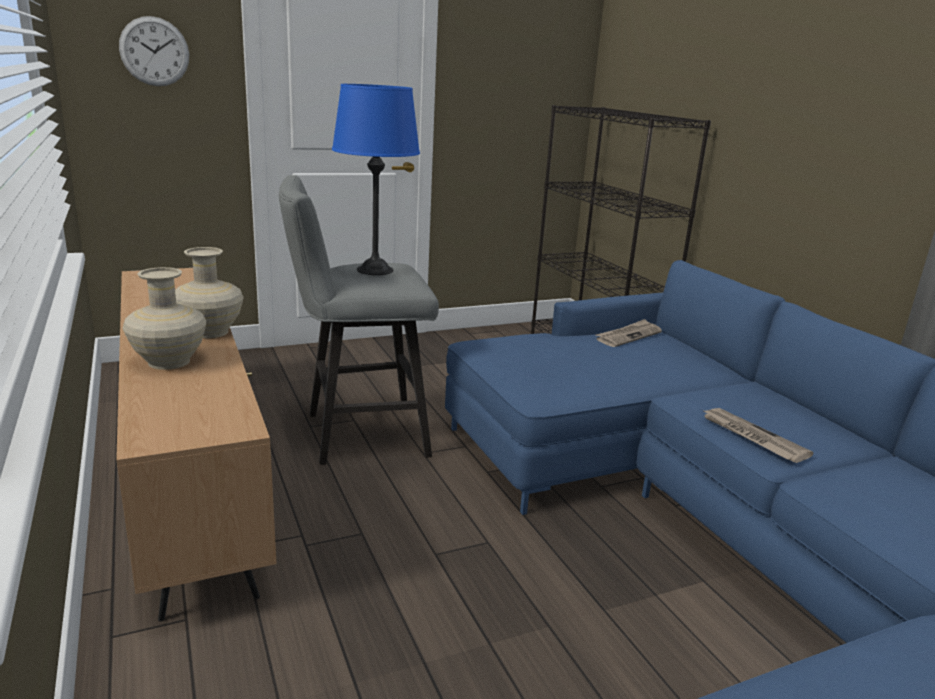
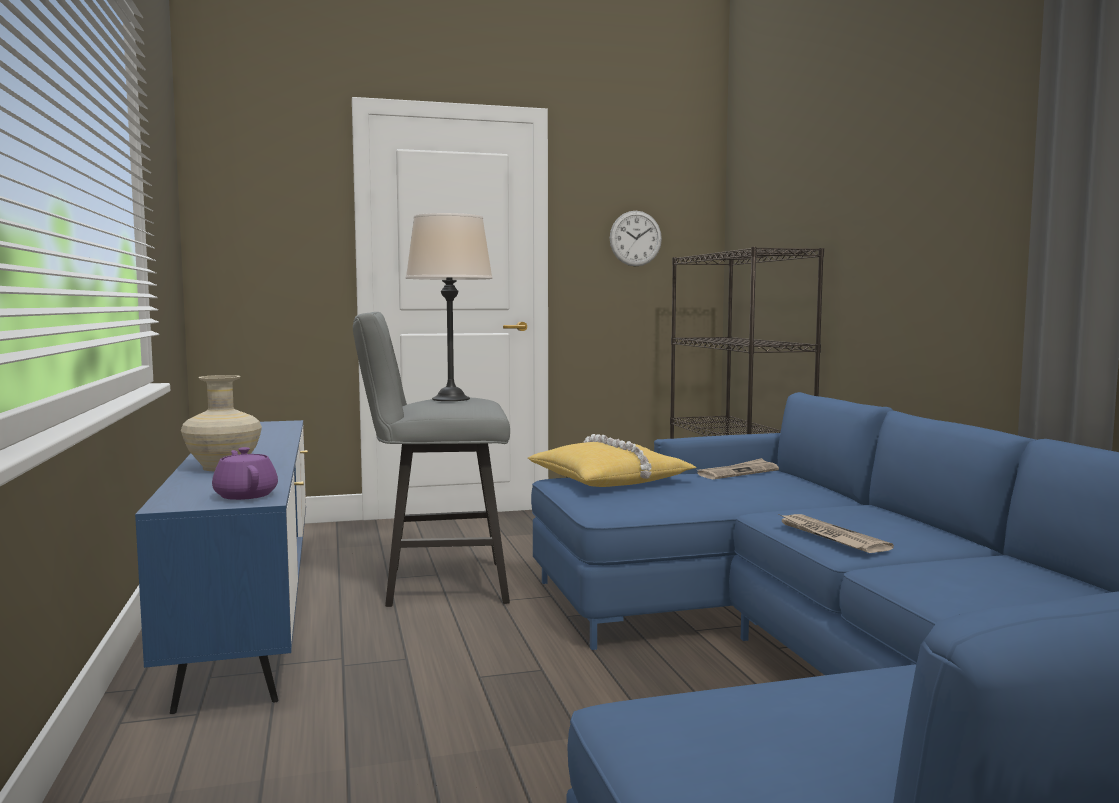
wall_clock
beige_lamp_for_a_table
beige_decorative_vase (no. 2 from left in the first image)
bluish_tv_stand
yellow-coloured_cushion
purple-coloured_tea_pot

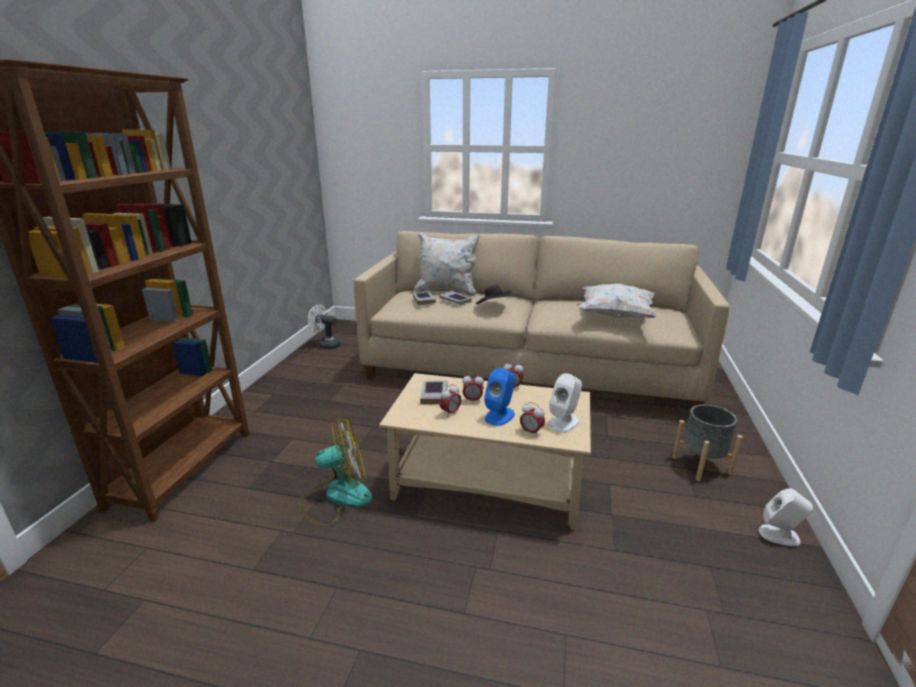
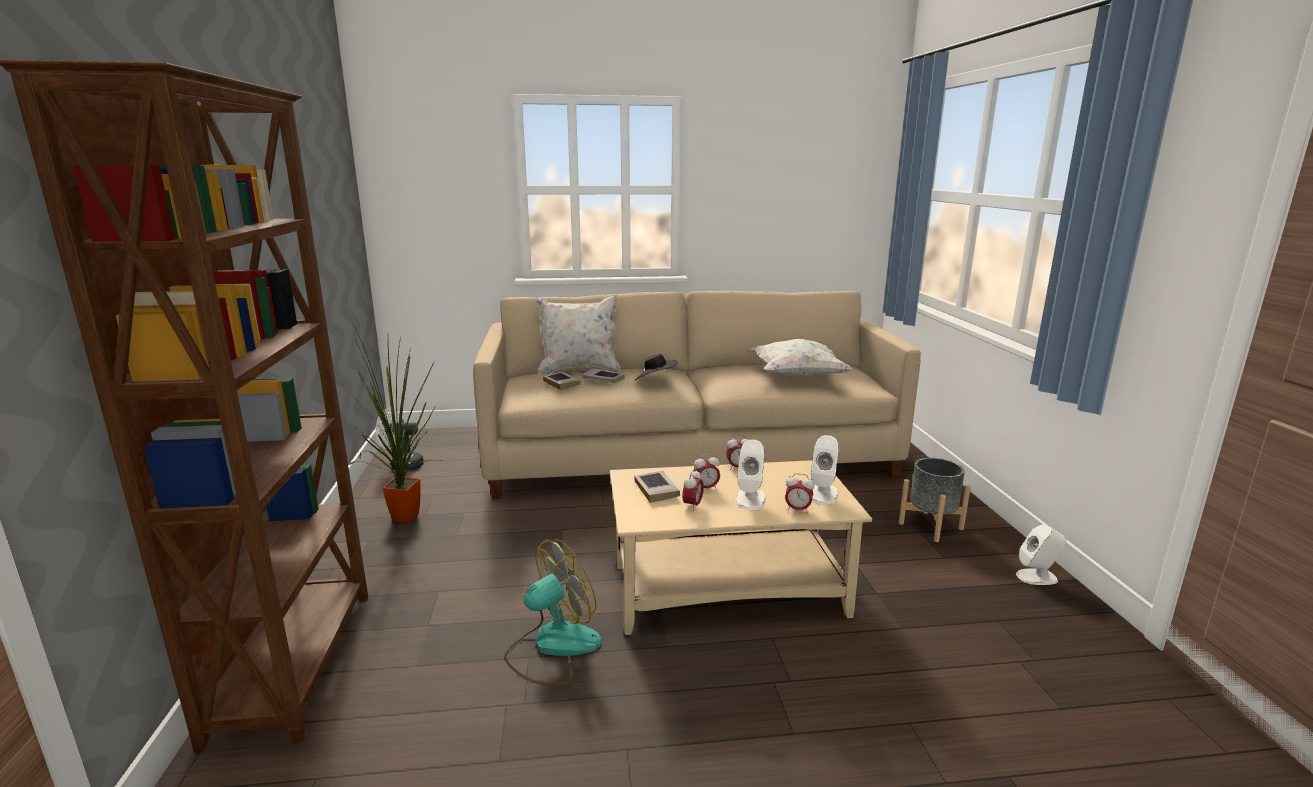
white_speaker (no. 1 from left)
potted_plant

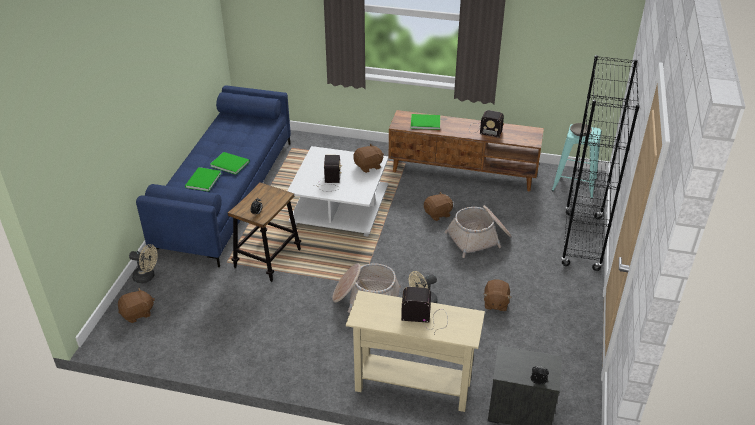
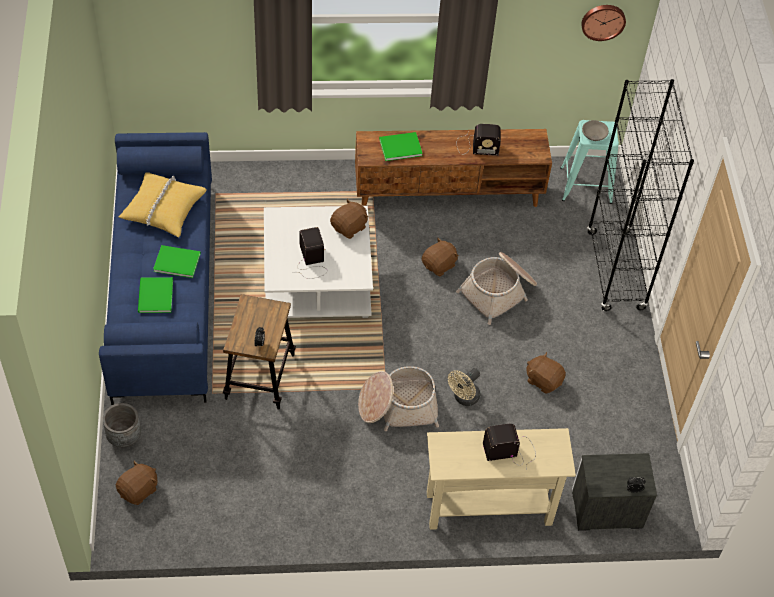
gray_planter
brown-coloured_soft_toy (no. 4 from left)
wall_clock
yellow-coloured_cushion

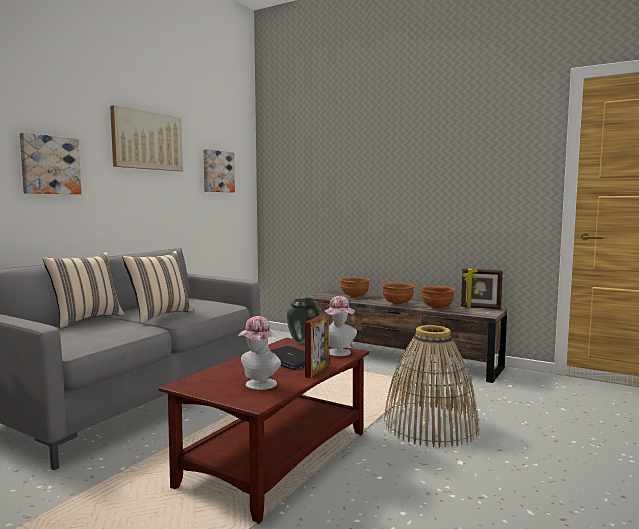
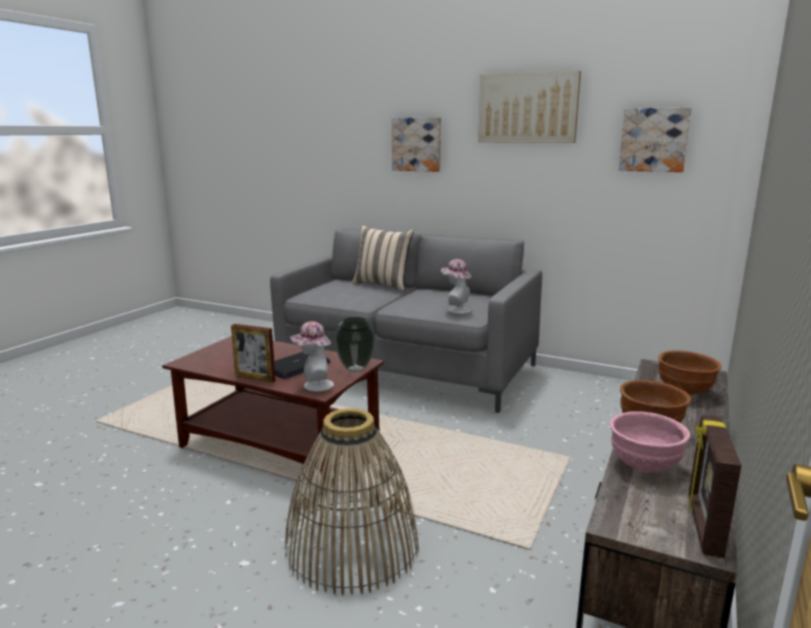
beige_cushion (no. 2 from left in the first image)
pink_bowl
clothing_hat (no. 2 from left)

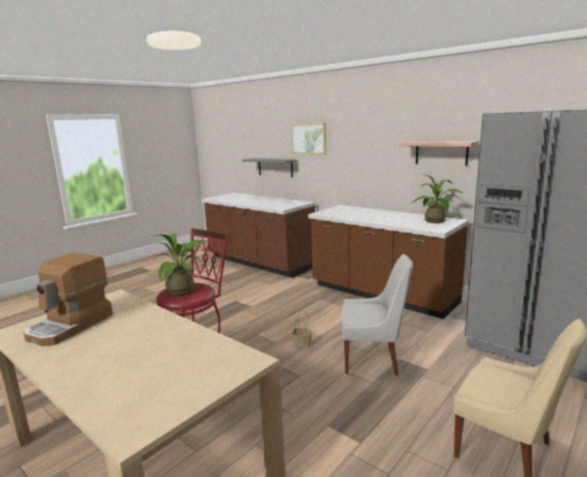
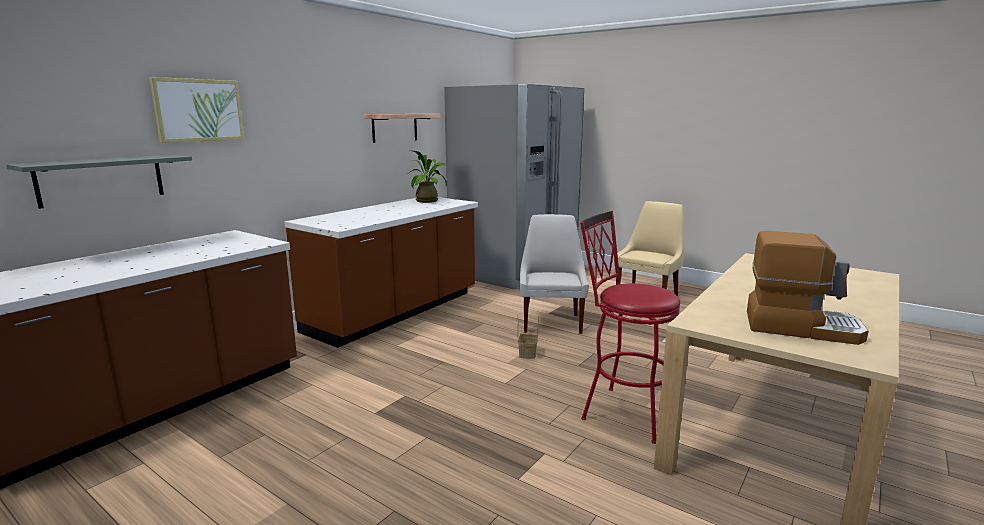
potted_plant (no. 1 from left in the first image)

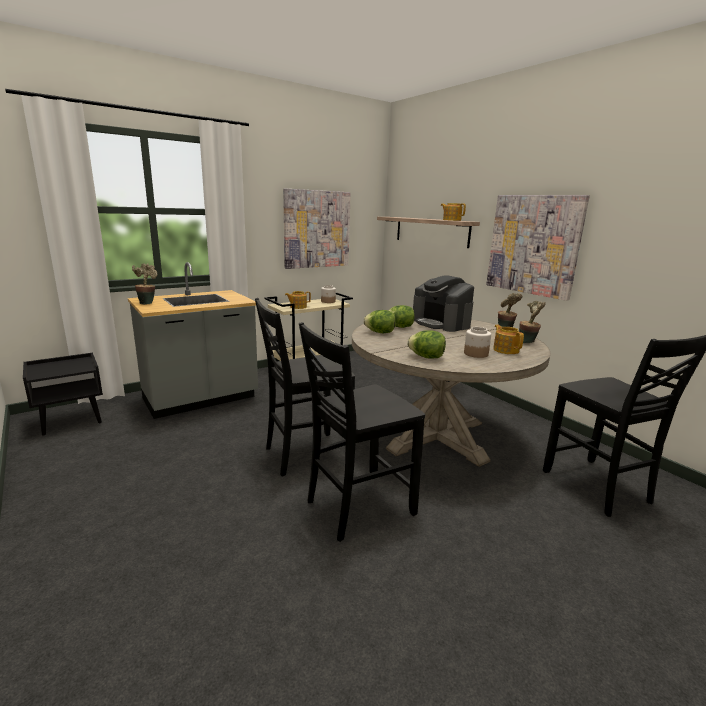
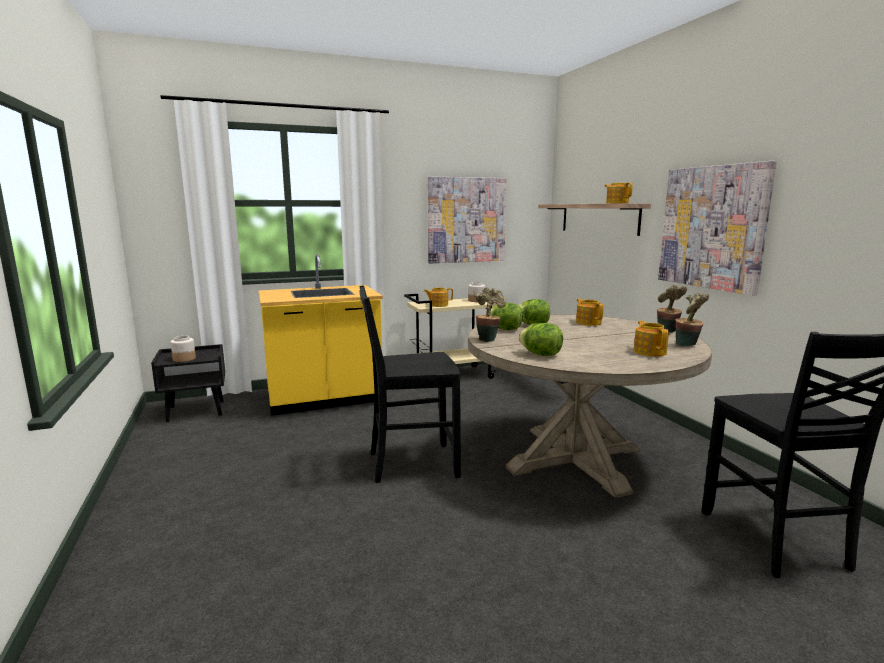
yellow-coloured_kitchen_base_unit
potted_plant (no. 1 from left)
tea_pot (no. 2 from left)
black_upright_chair (no. 2 from left in the first image)
preserve_jar (no. 1 from left)

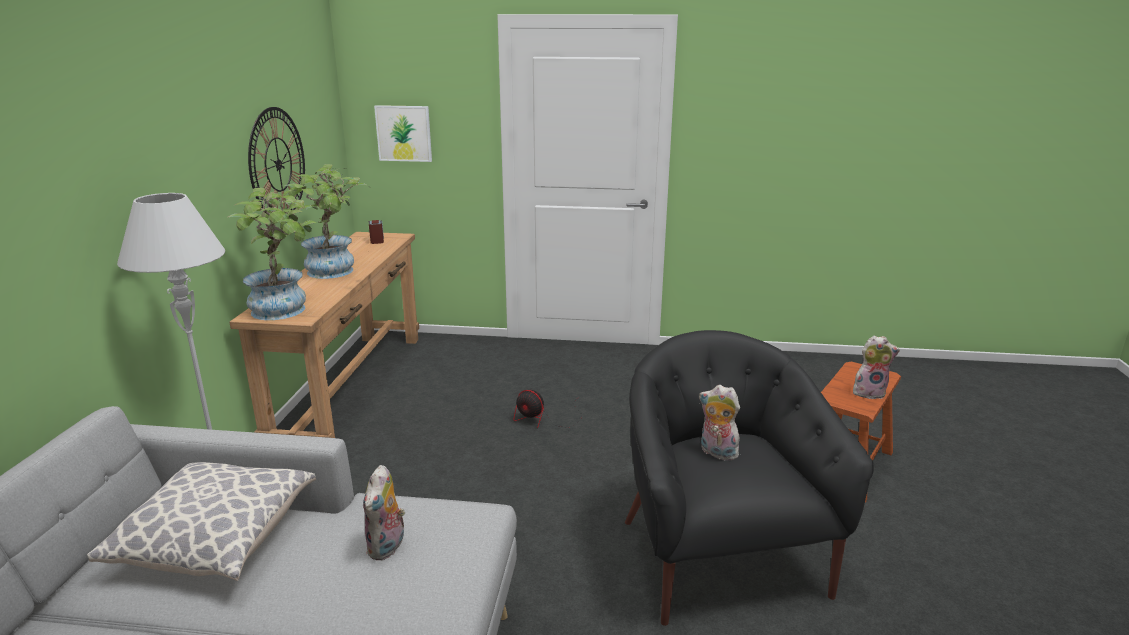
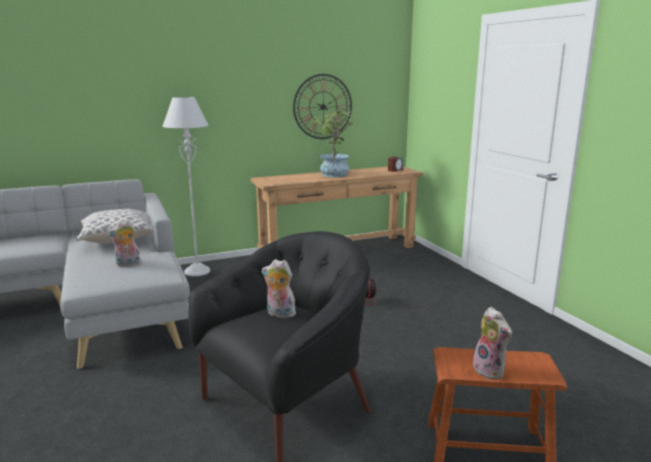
picture
potted_plant (no. 1 from left in the first image)
soft_toy (no. 2 from left)

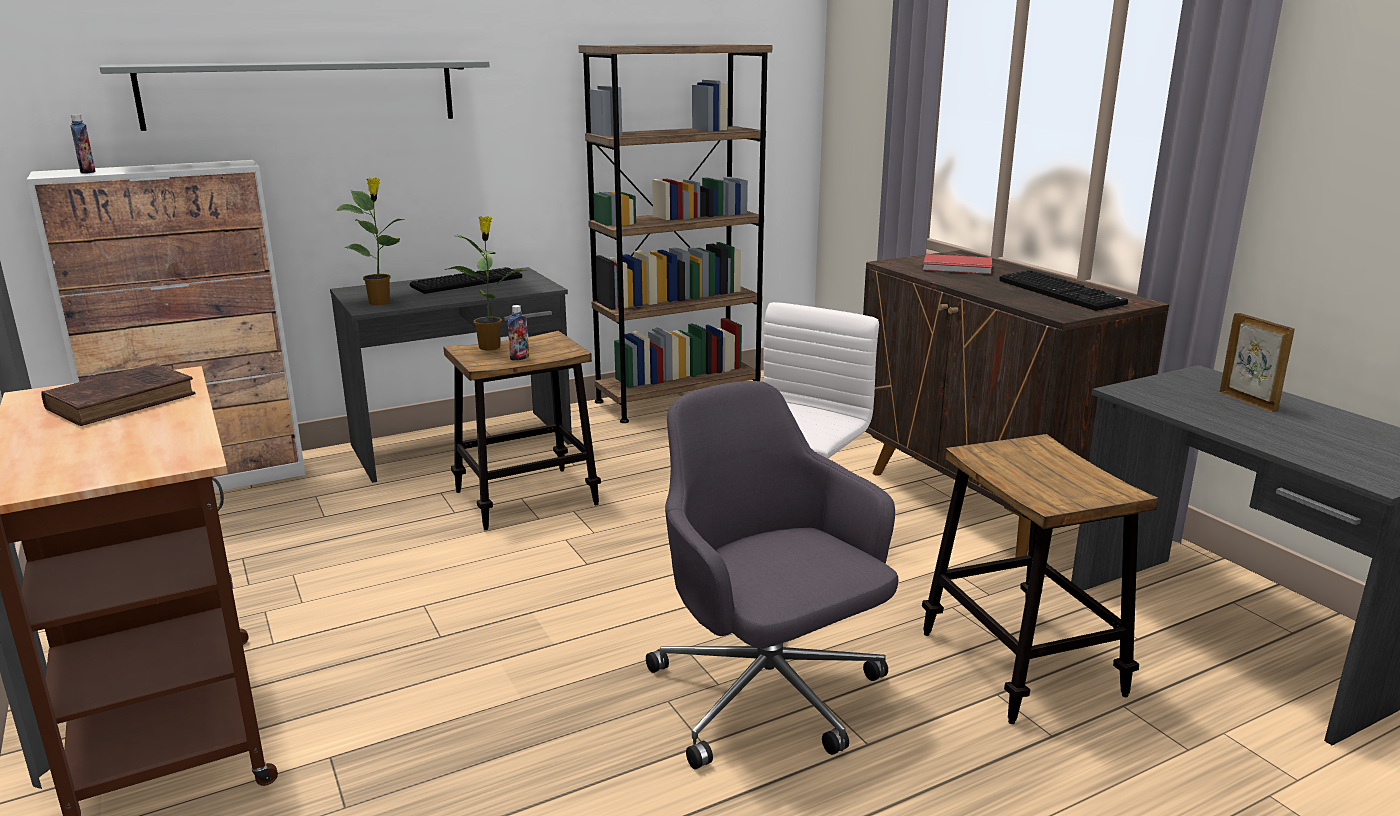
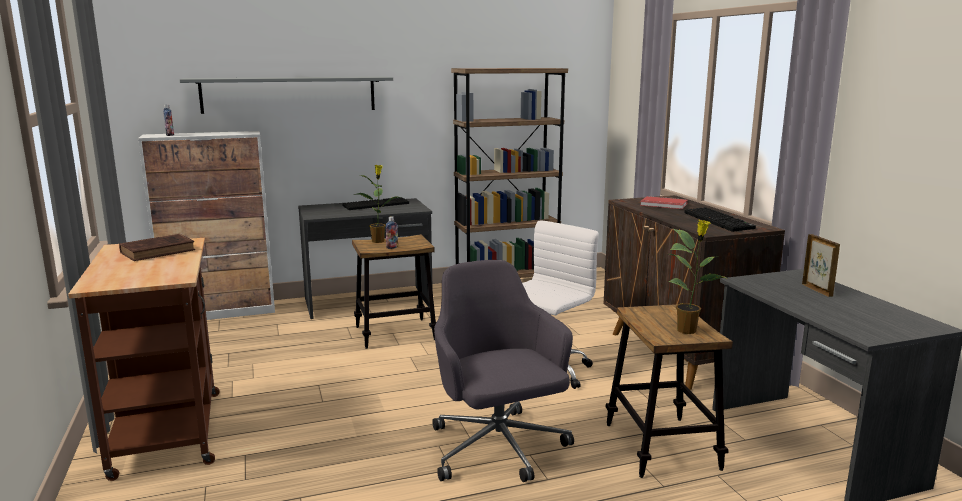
potted_plant (no. 2 from left)

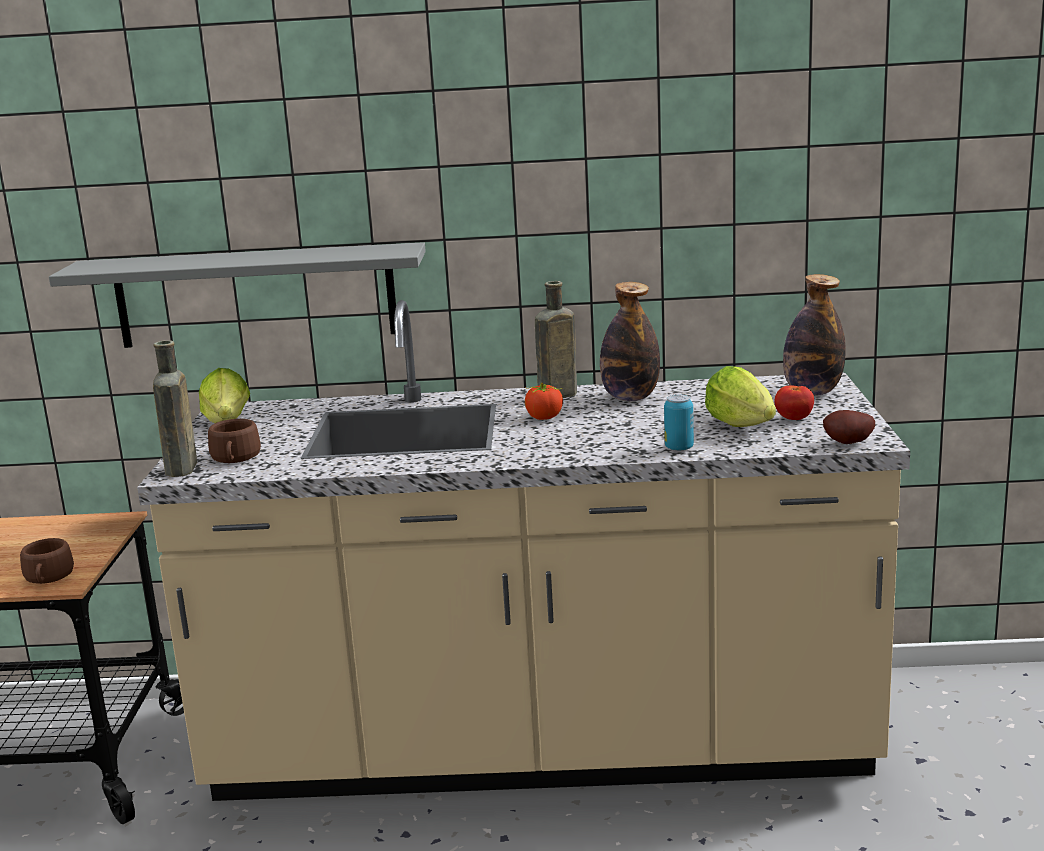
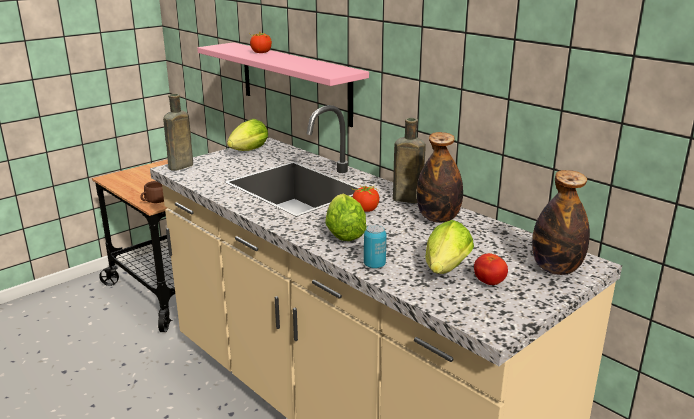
pink_wall_shelf
spud
brown-coloured_cup (no. 2 from left in the first image)
fresh_tomato (no. 1 from left)
lettuce (no. 2 from left)

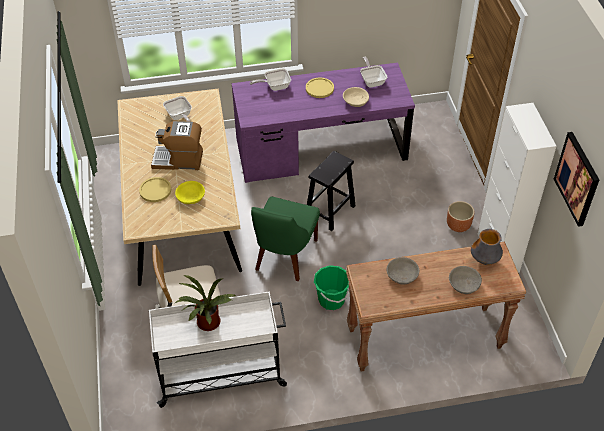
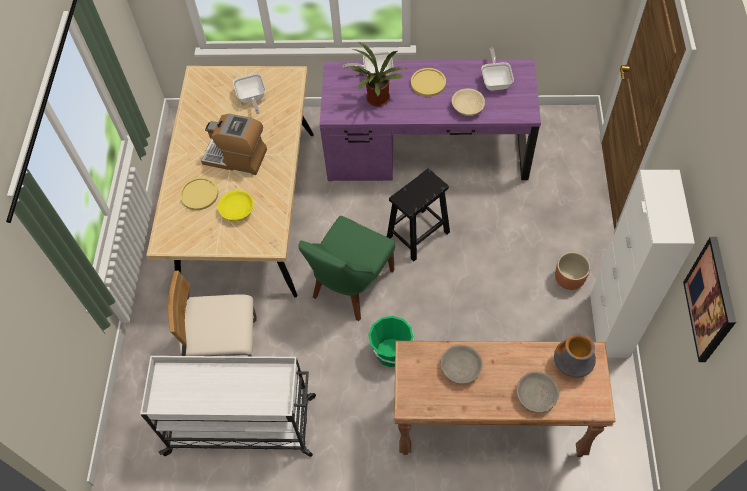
potted_plant

